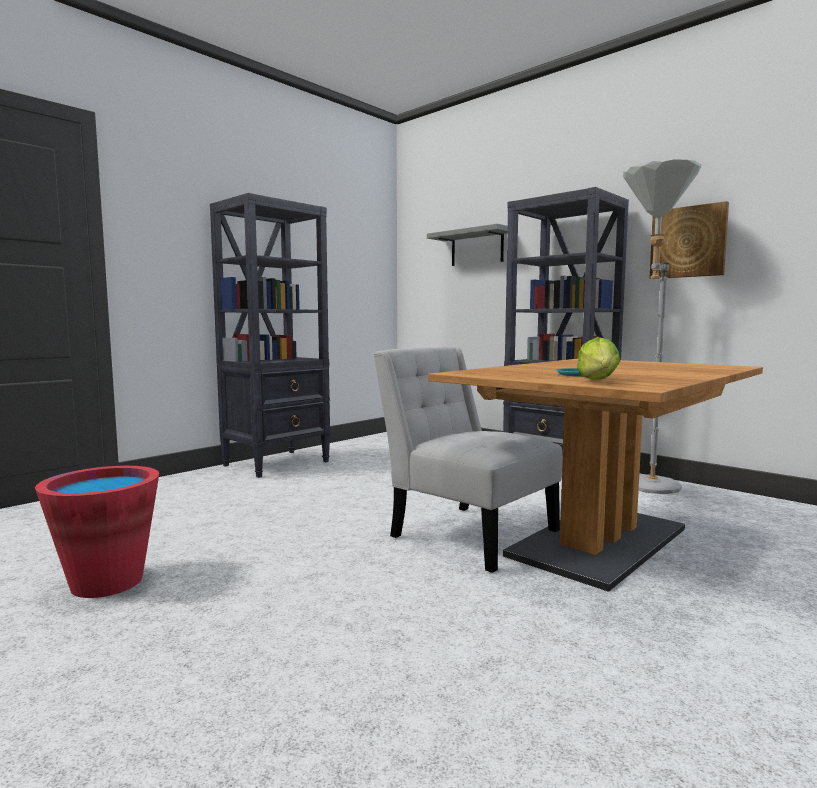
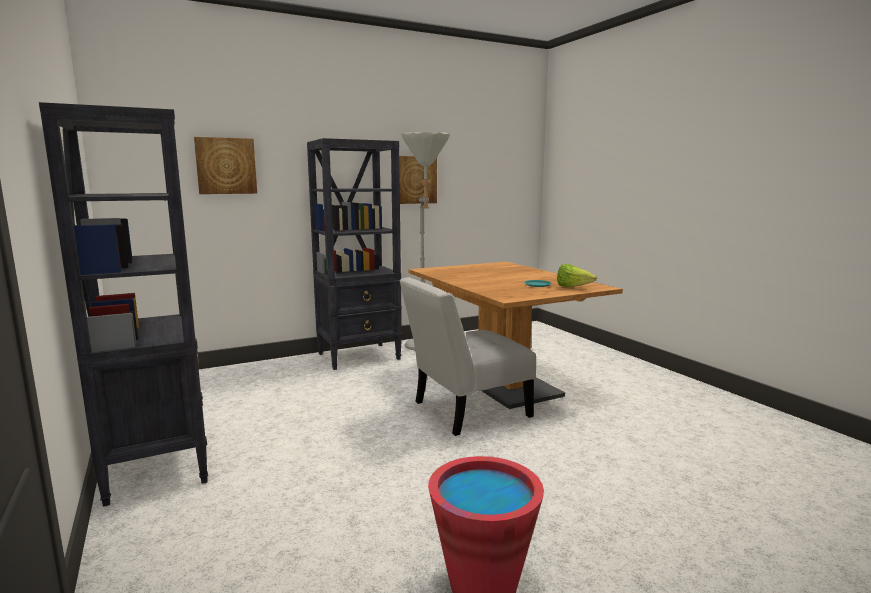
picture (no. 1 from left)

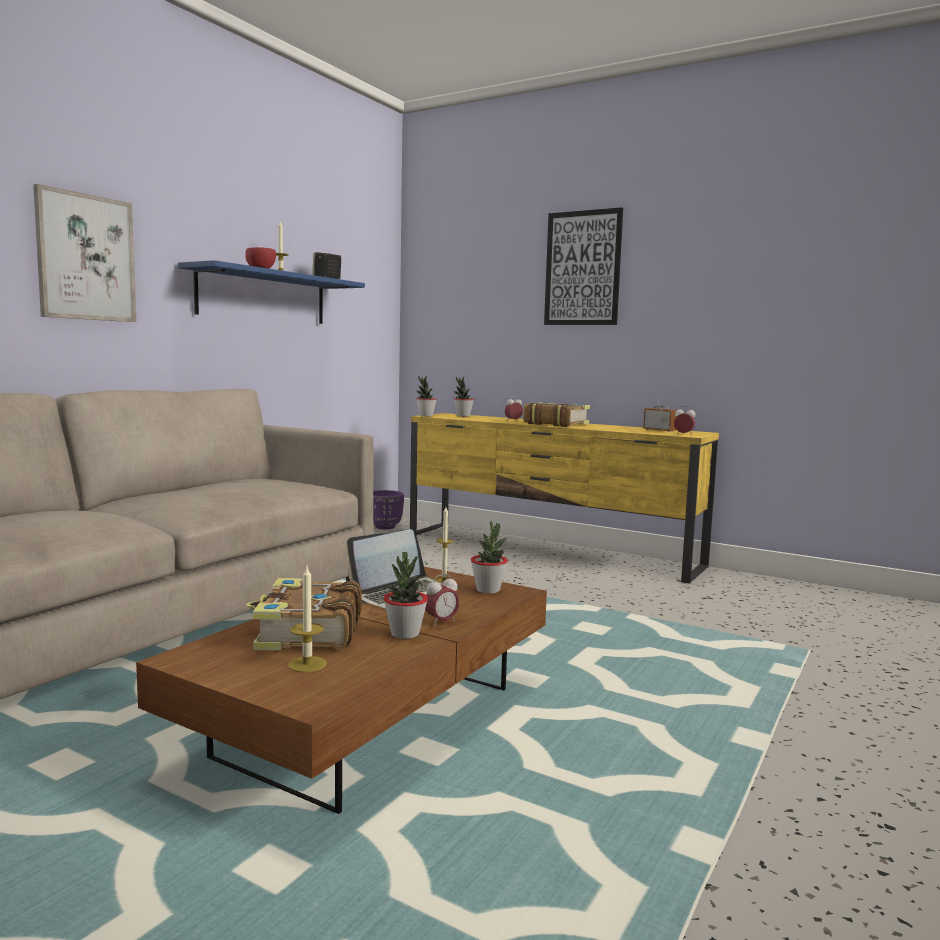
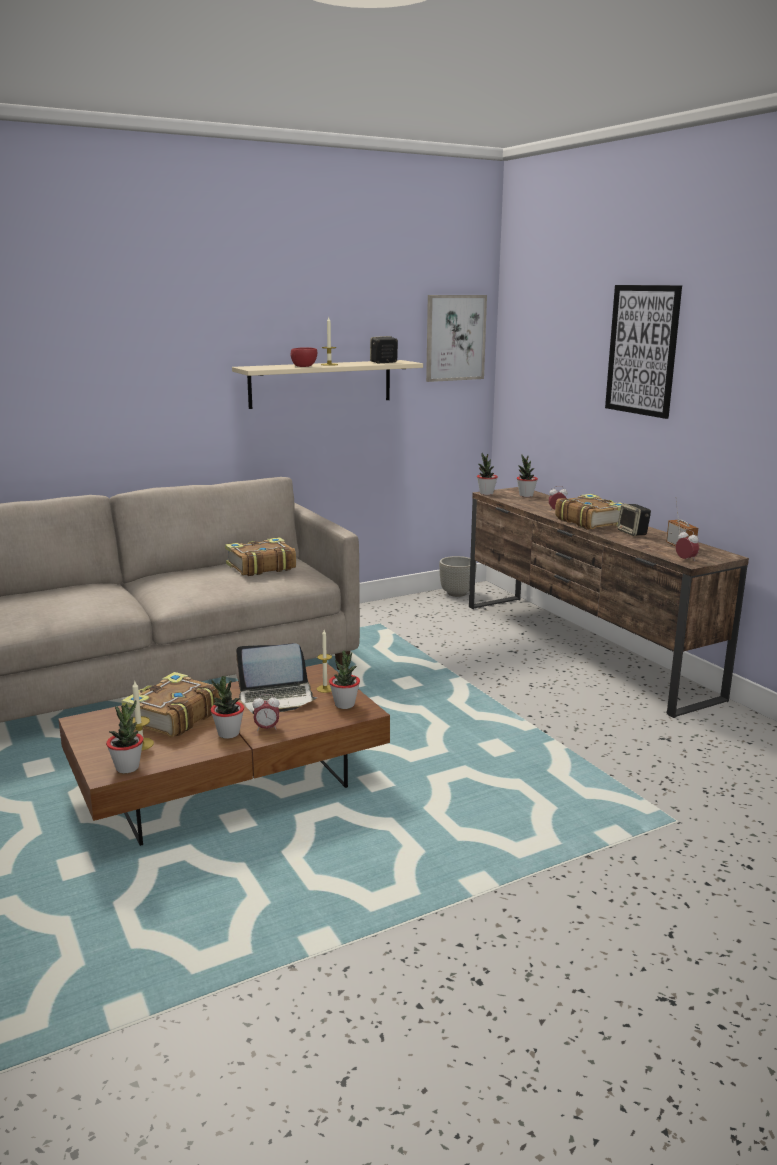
picture (no. 1 from left)
beige_wall_shelf
brown-coloured_tv_stand
gray_planter
speaker (no. 2 from left)
bound_book (no. 2 from left)
potted_plant (no. 1 from left)

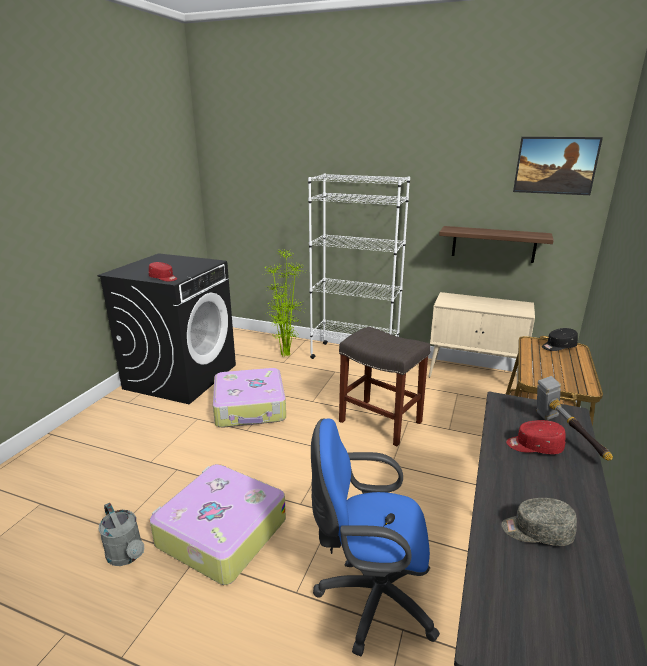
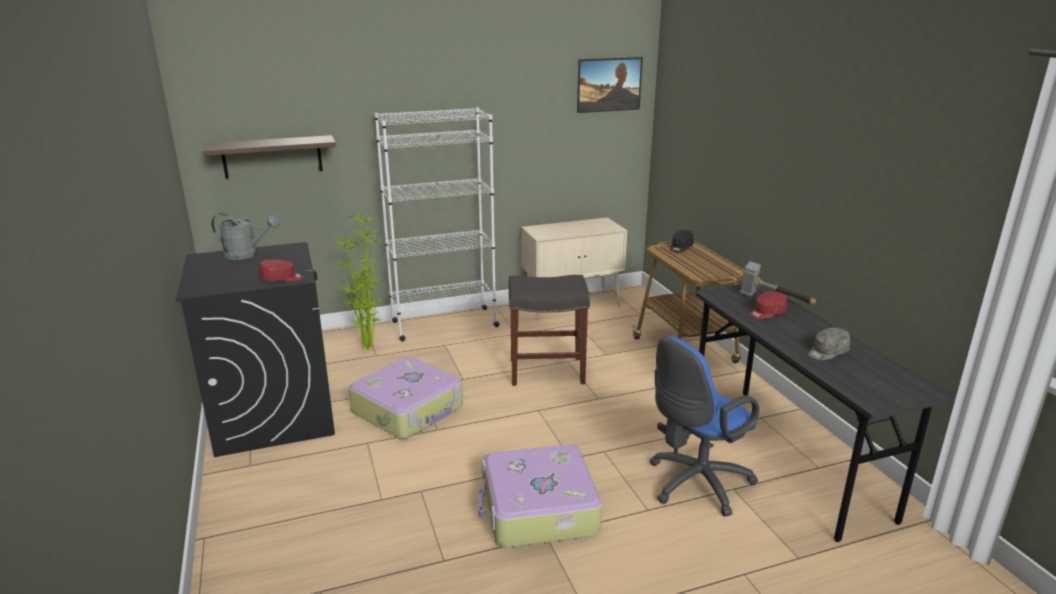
wall_shelf
gray_watering_can

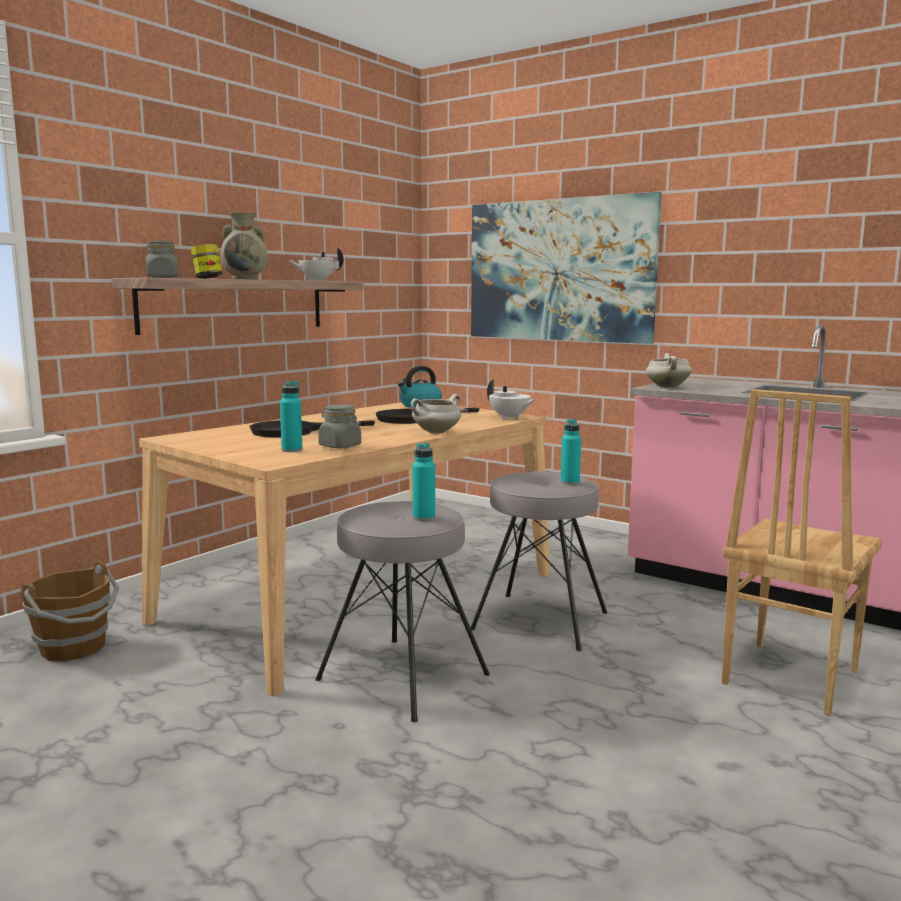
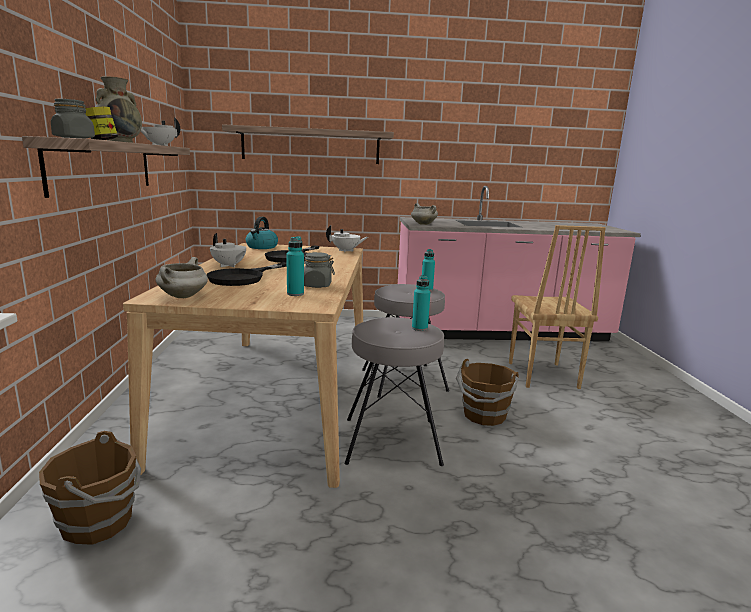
wall_shelf (no. 2 from left)
white_stockpot (no. 1 from left)
white_tea_pot (no. 2 from left)
brown-coloured_pail (no. 2 from left)

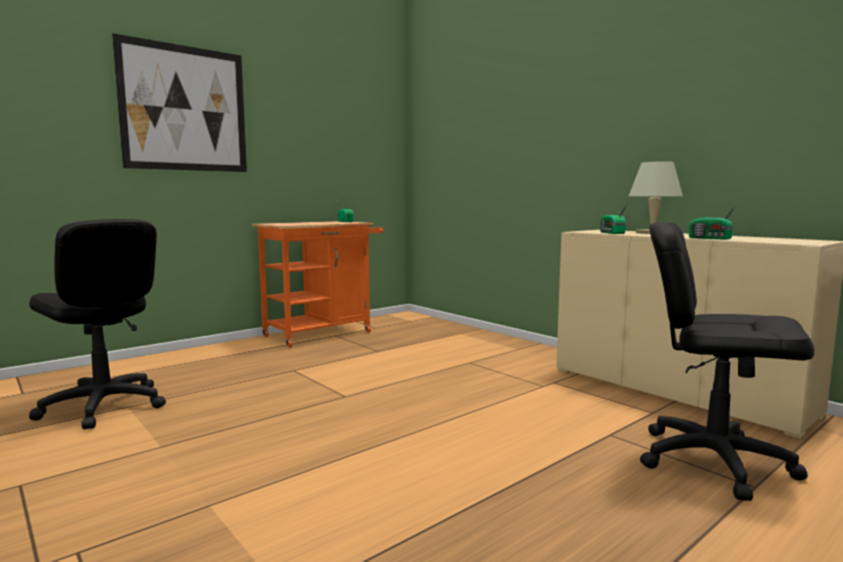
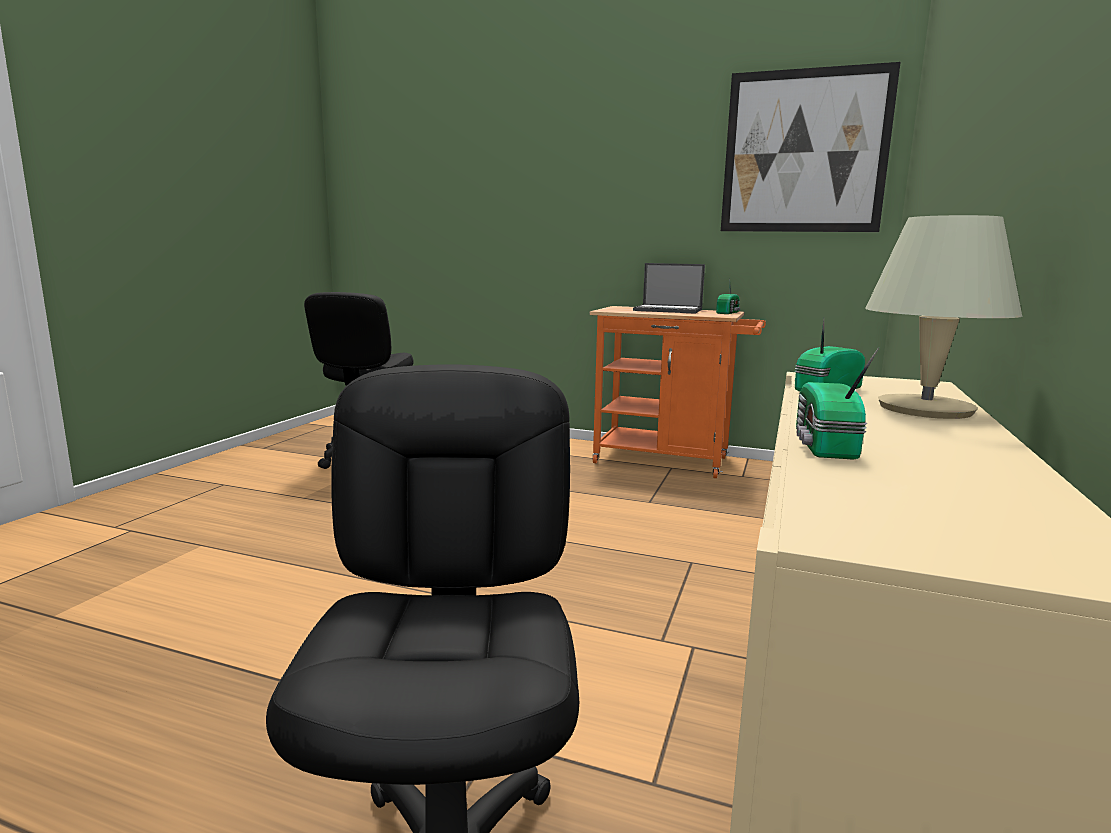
picture
portable_computer

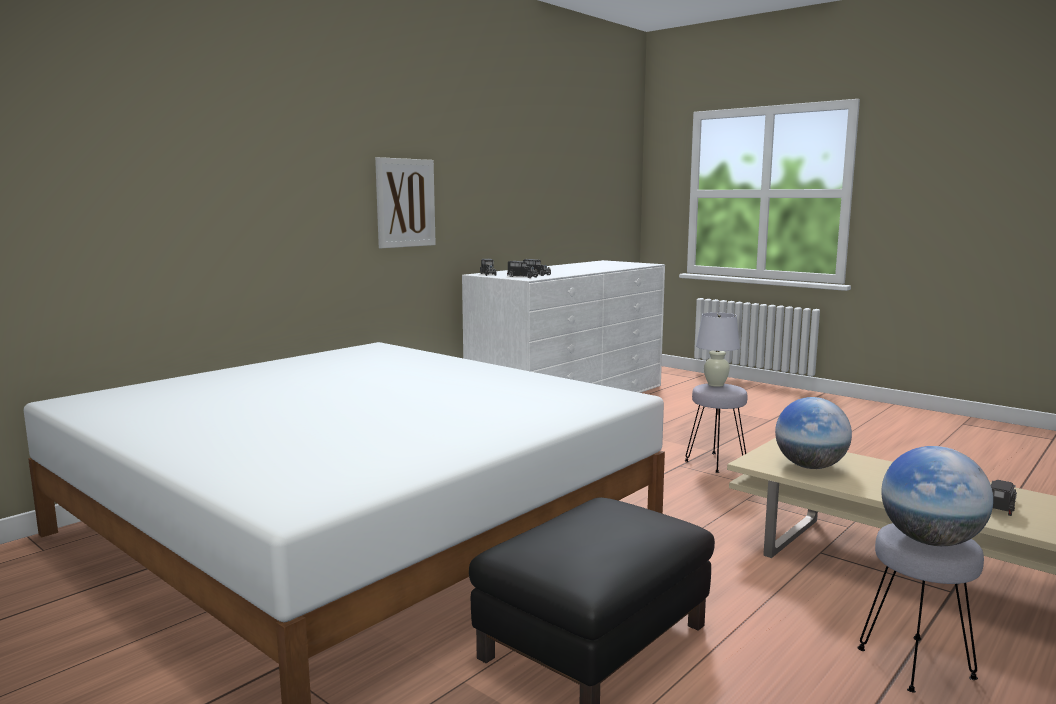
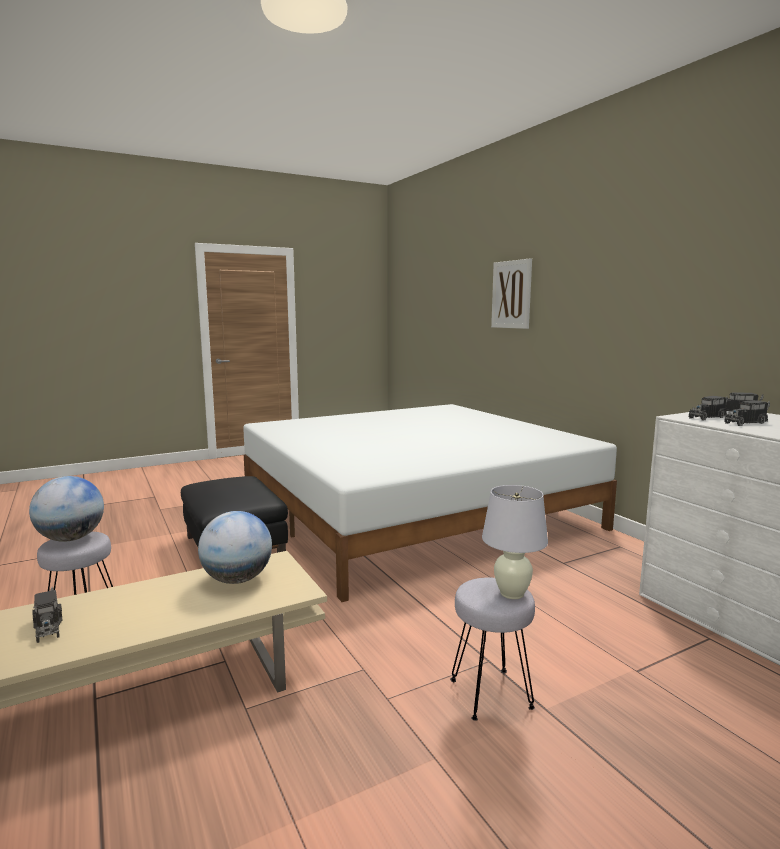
picture

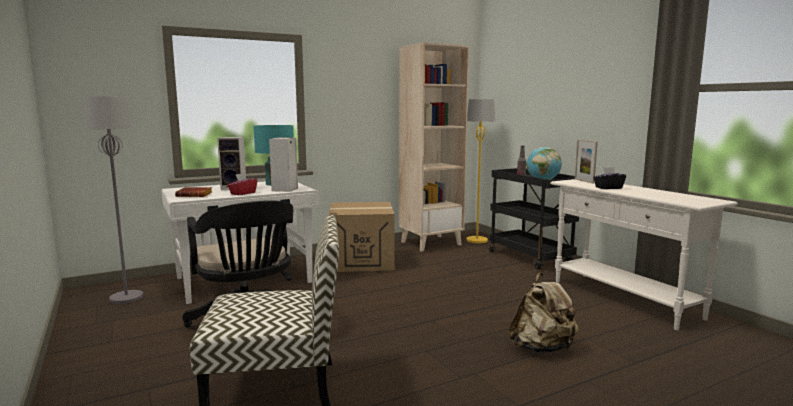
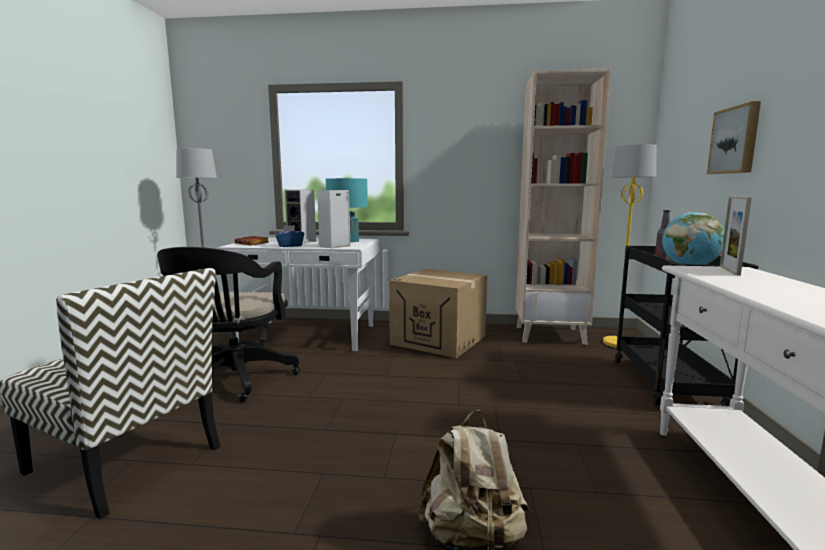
black_tissue_box
bluish_tissue_box
picture

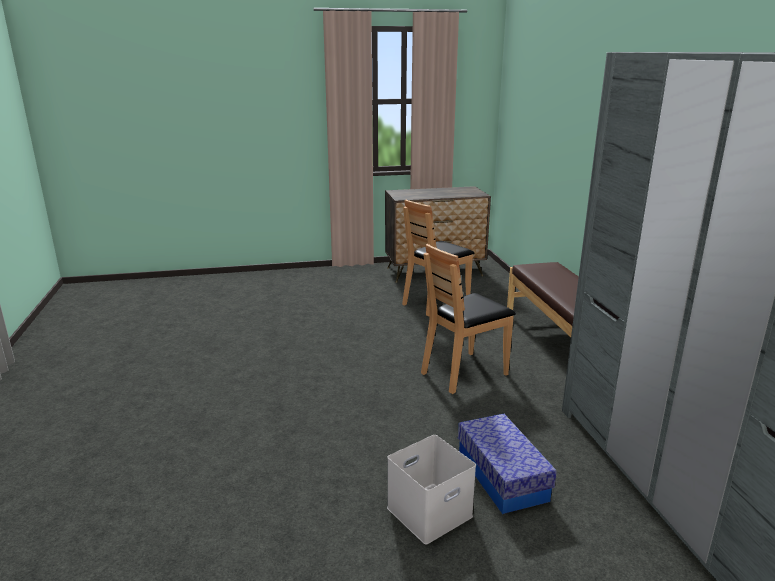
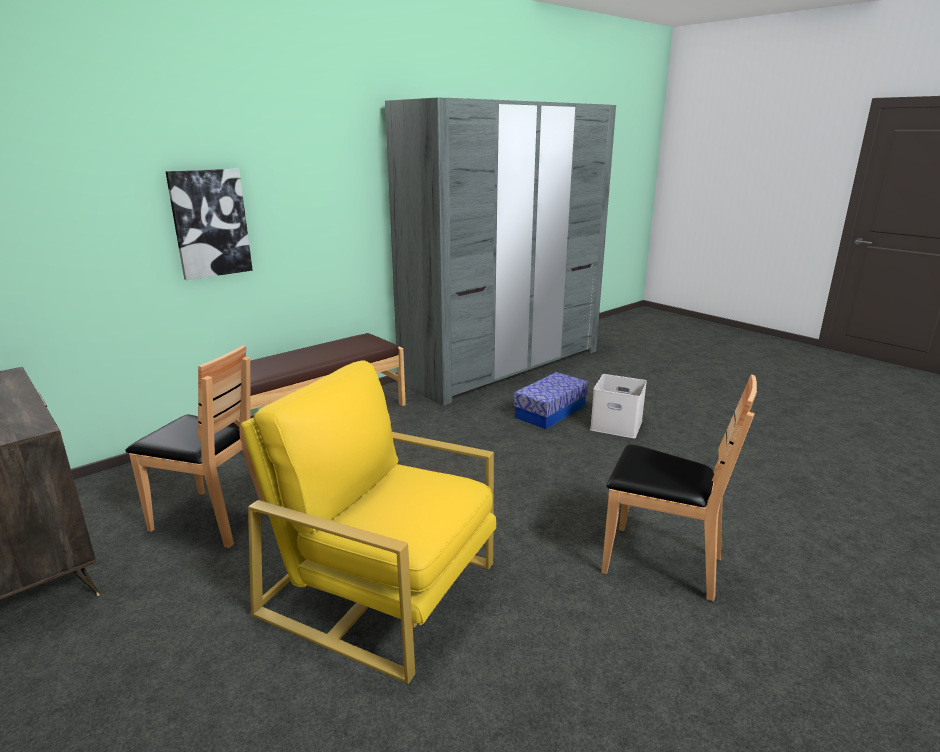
brown-coloured_upright_chair (no. 2 from left)
picture
yellow-coloured_easy_chair

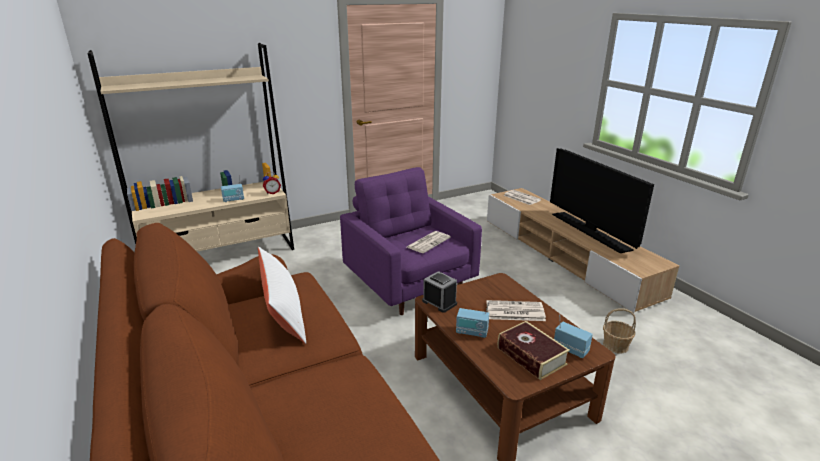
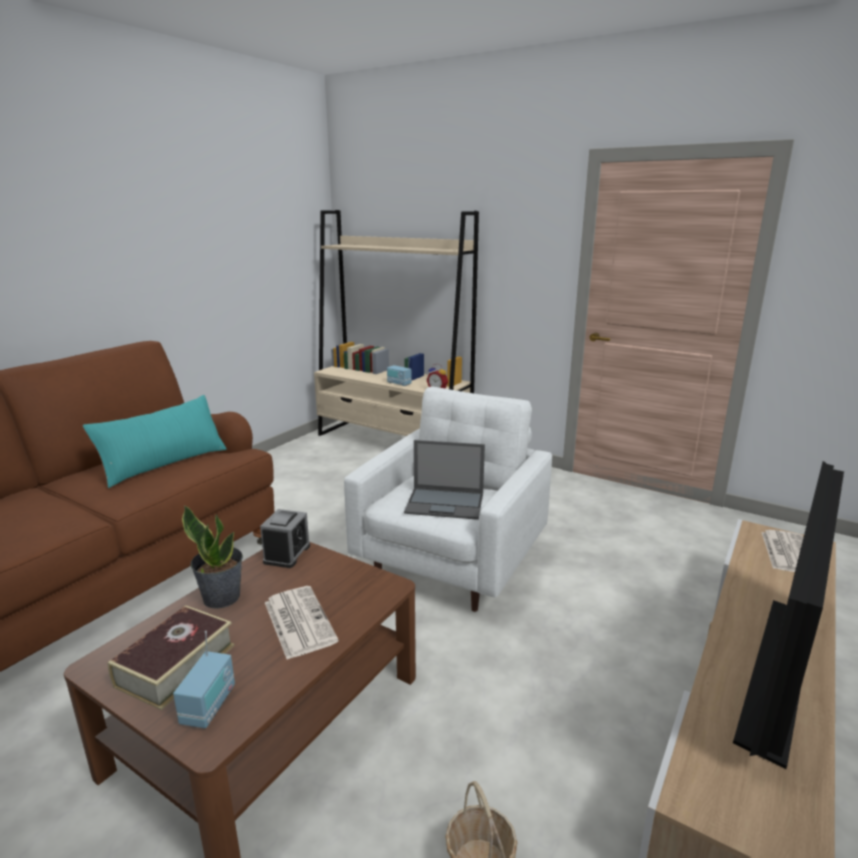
white_easy_chair
portable_computer
turquoise_cushion
potted_plant

